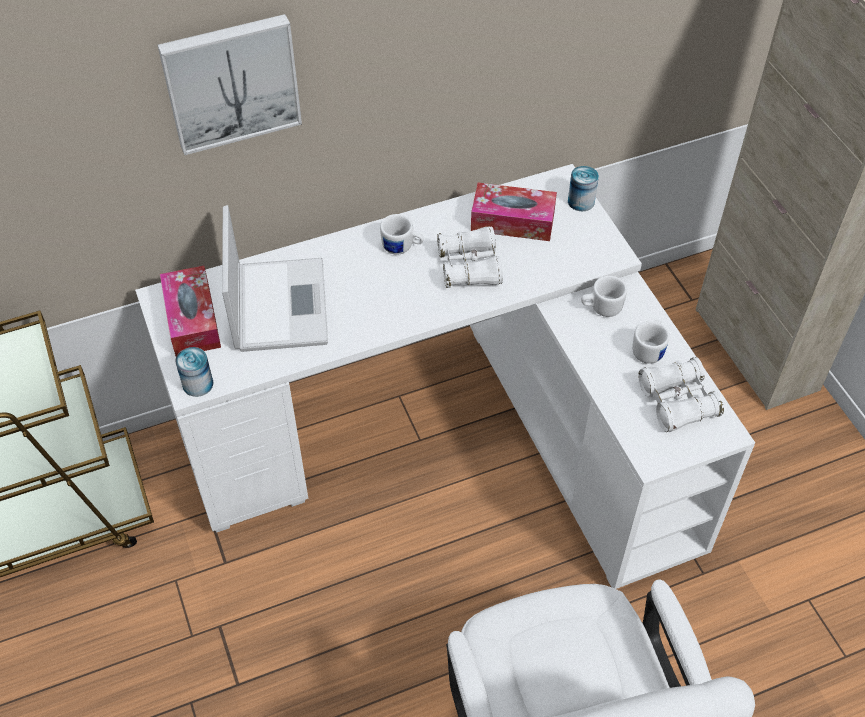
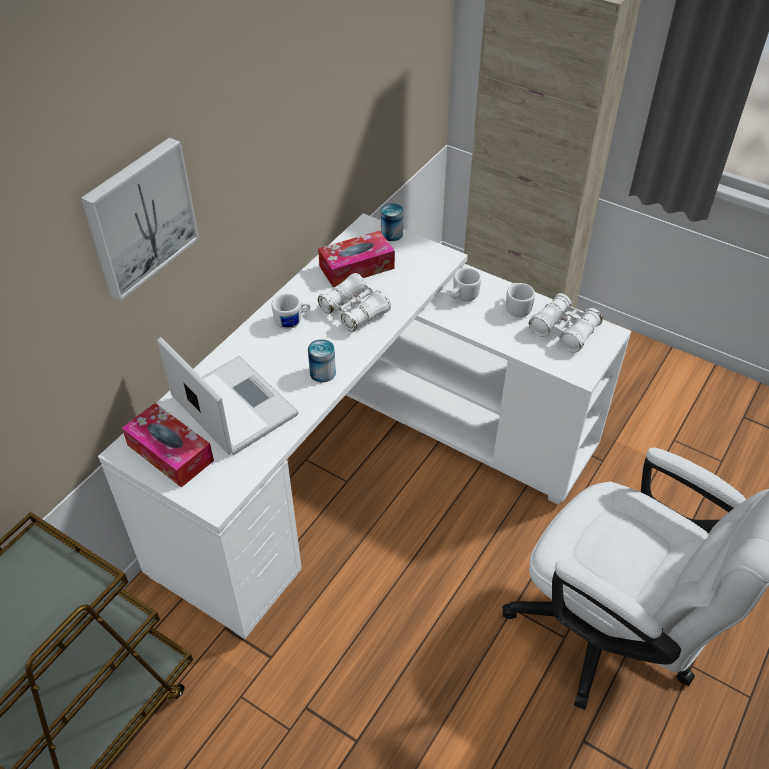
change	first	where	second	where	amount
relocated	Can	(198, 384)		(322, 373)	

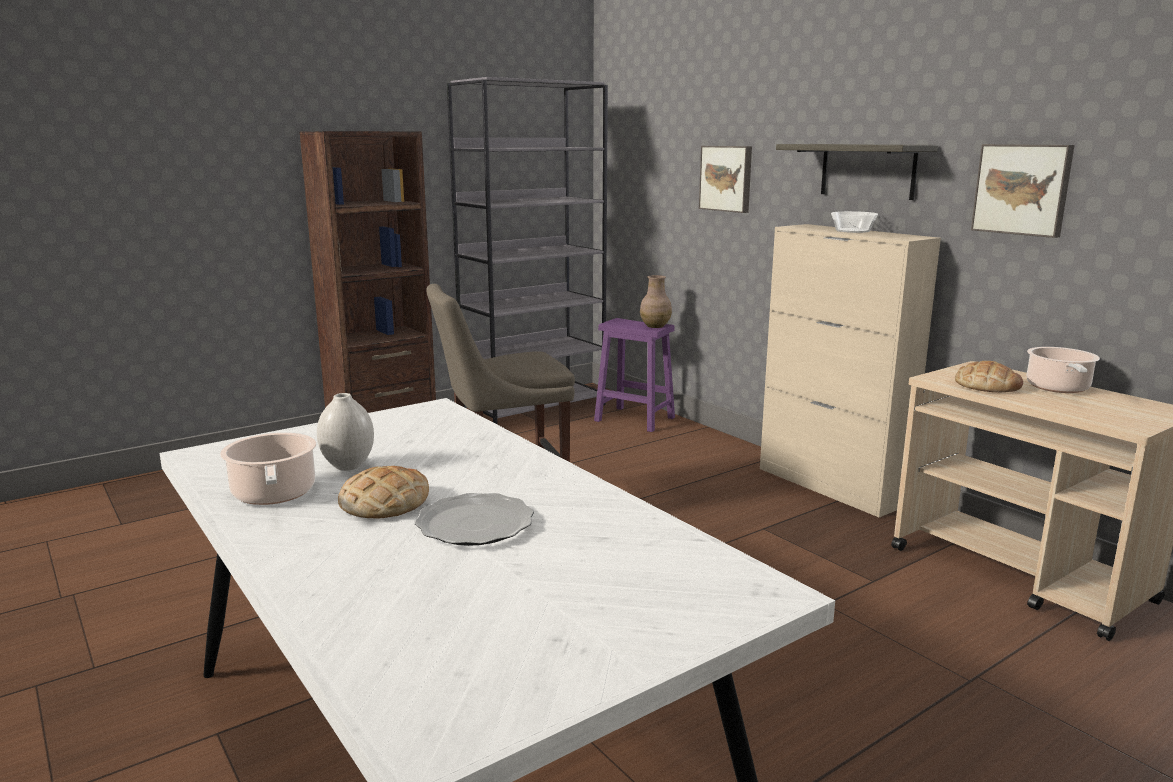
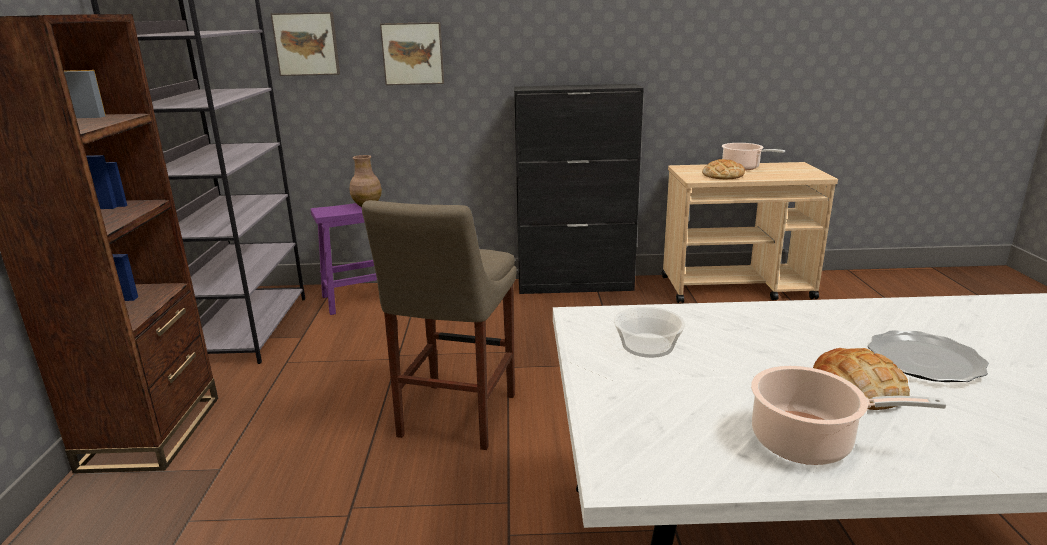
change	first	where	second	where	amount
missing	WhiteVase	(347, 466)			
colour	BeigeCabinet	(831, 486)	BlackCabinet	(576, 285)	
missing	Shelf	(868, 170)			
relocated	Bowl	(853, 230)		(647, 345)	
relocated	Picture	(1022, 189)		(307, 44)	

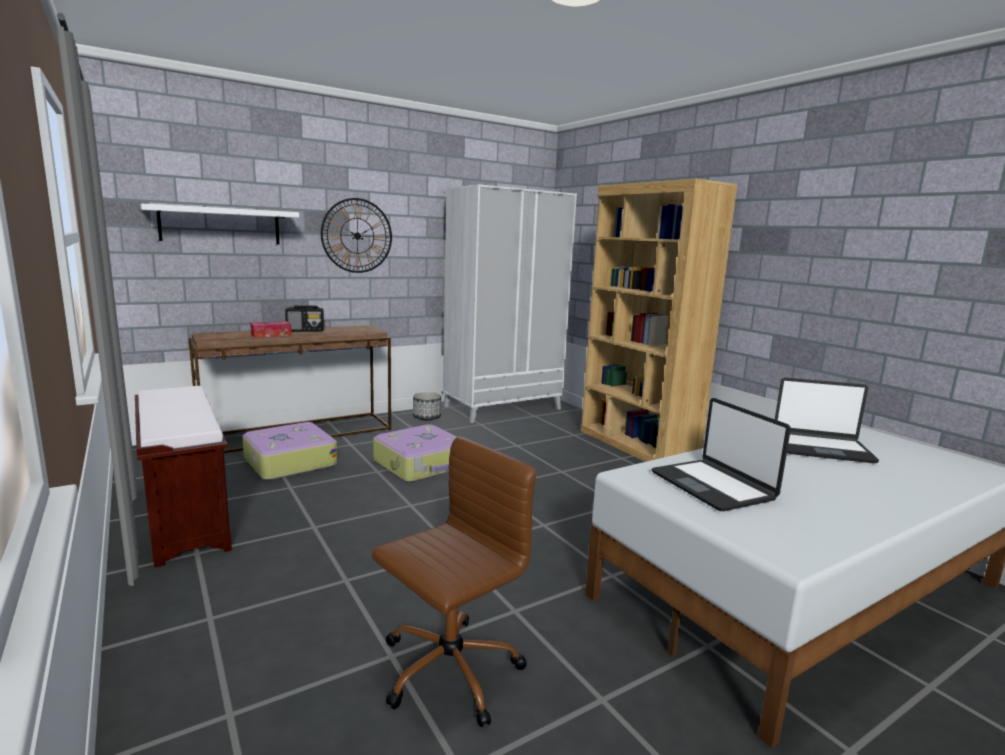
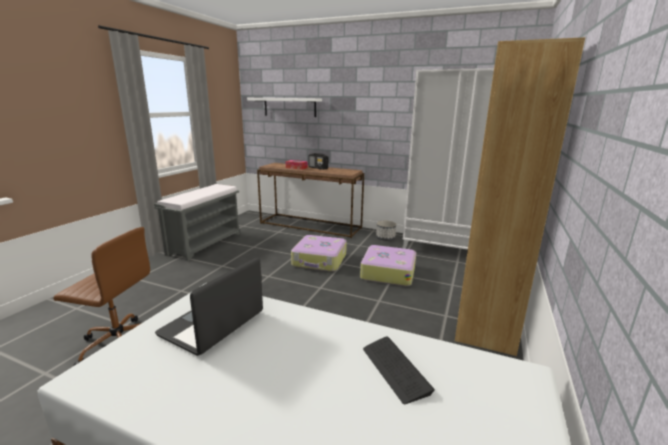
change	first	where	second	where	amount
colour	BrownBench	(185, 518)	GreyBench	(205, 243)	
relocated	Suitcase	(289, 462)		(388, 272)	
missing	WallClock	(357, 235)			
exchanged	Laptop	(821, 448)	Keyboard	(395, 369)	

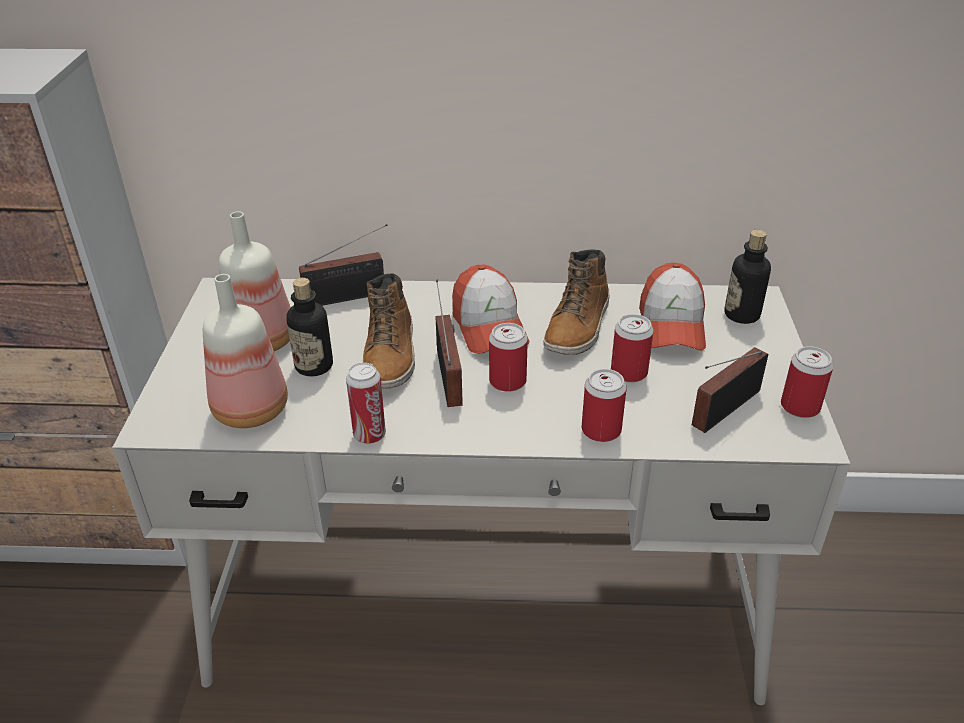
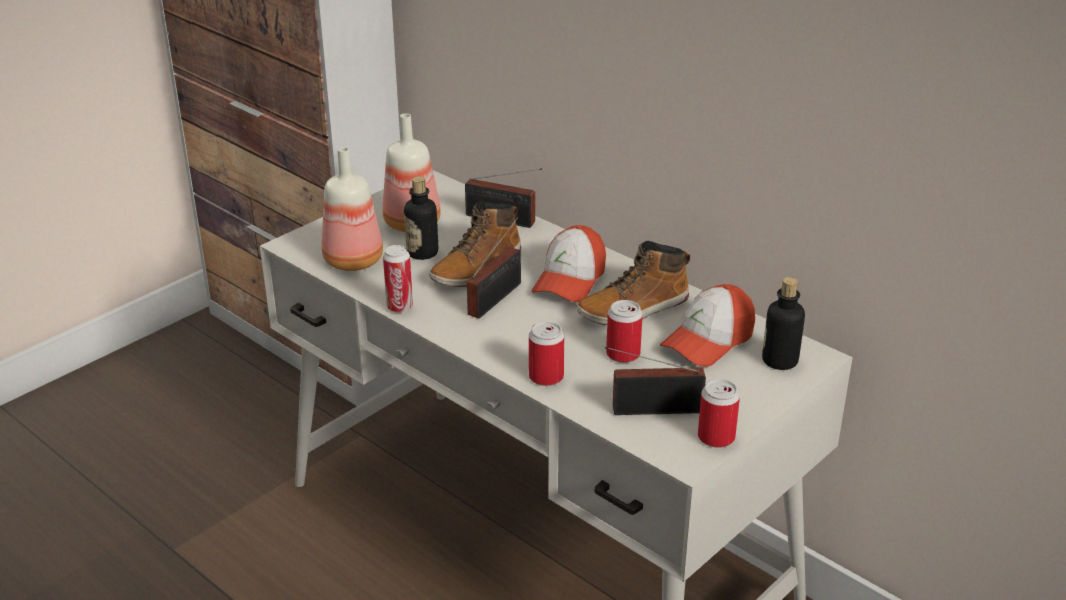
change	first	where	second	where	amount
missing	Can	(507, 381)			

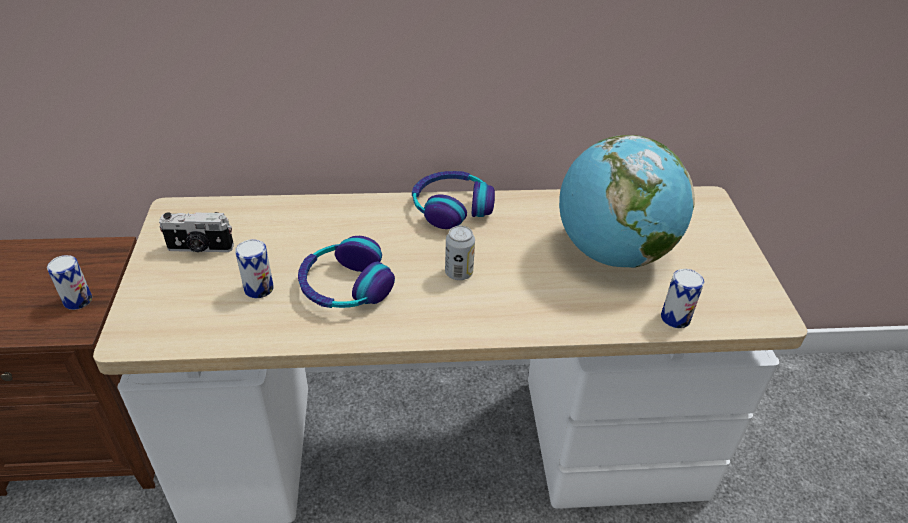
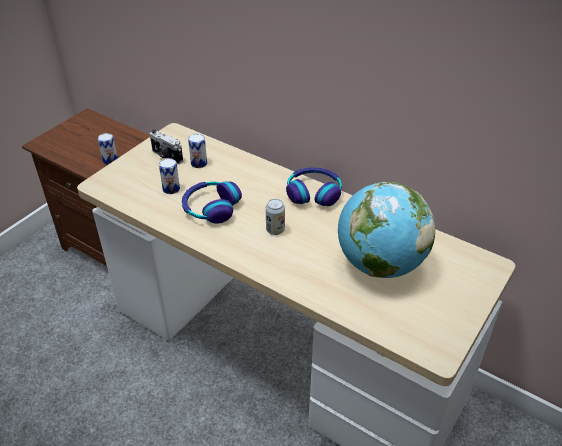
change	first	where	second	where	amount
relocated	Can	(675, 318)		(199, 163)	

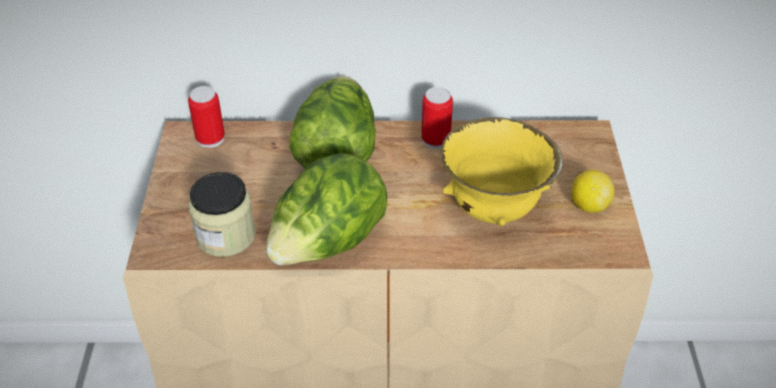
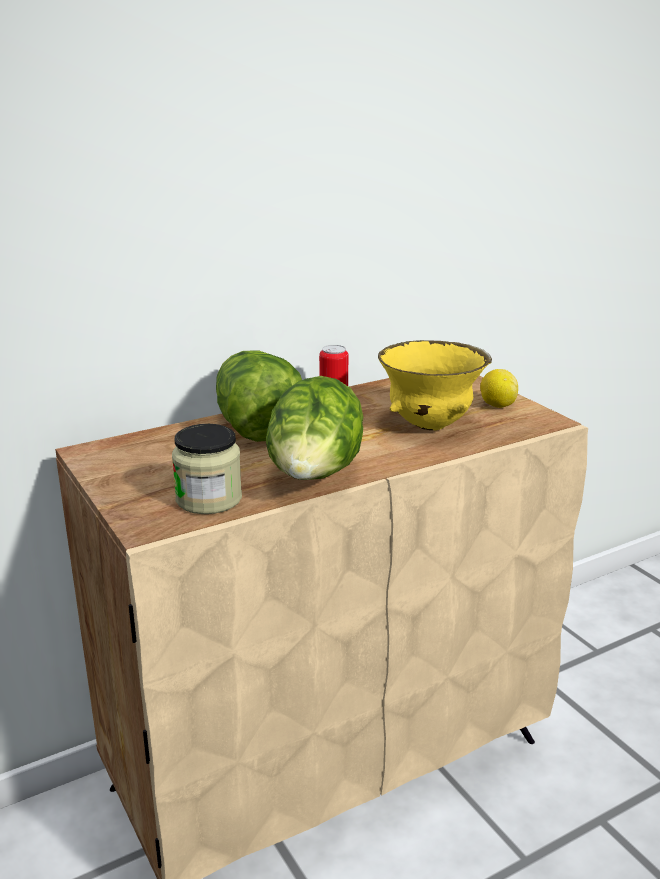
change	first	where	second	where	amount
missing	Can	(210, 139)			

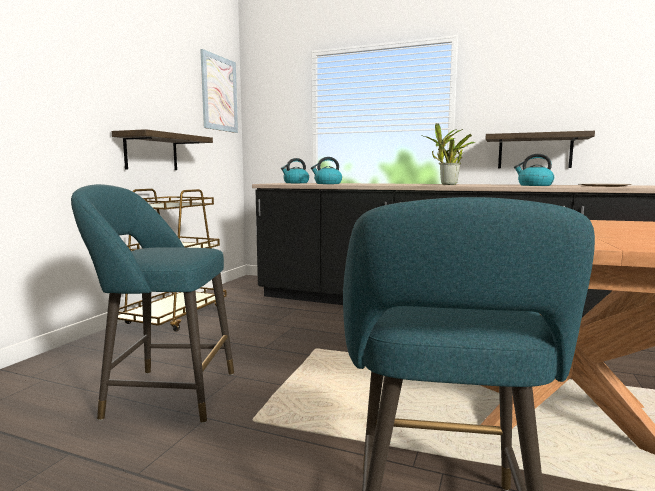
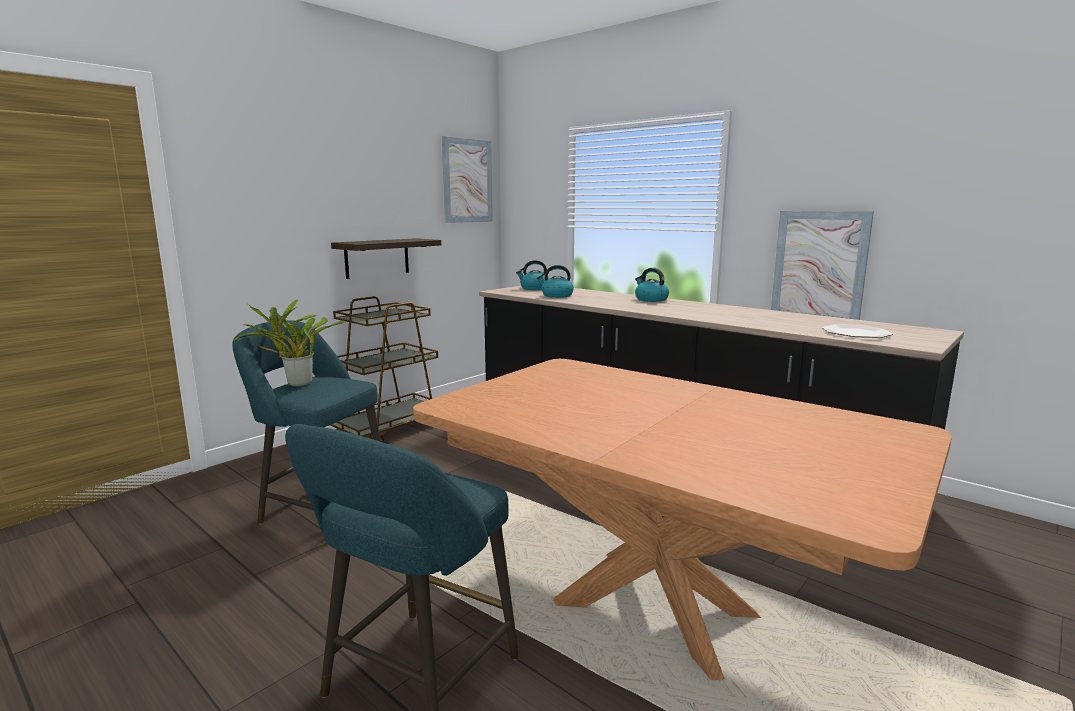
change	first	where	second	where	amount
relocated	PottedPlant	(447, 184)		(296, 384)	
exchanged	Shelf	(534, 151)	Picture	(819, 267)	
relocated	Kettle	(534, 185)		(650, 299)	

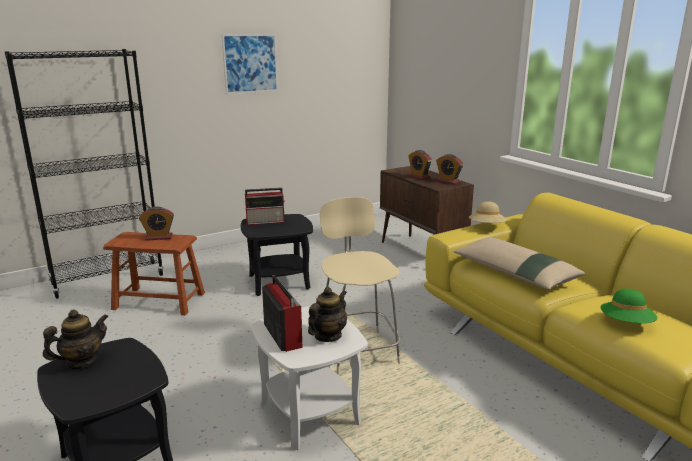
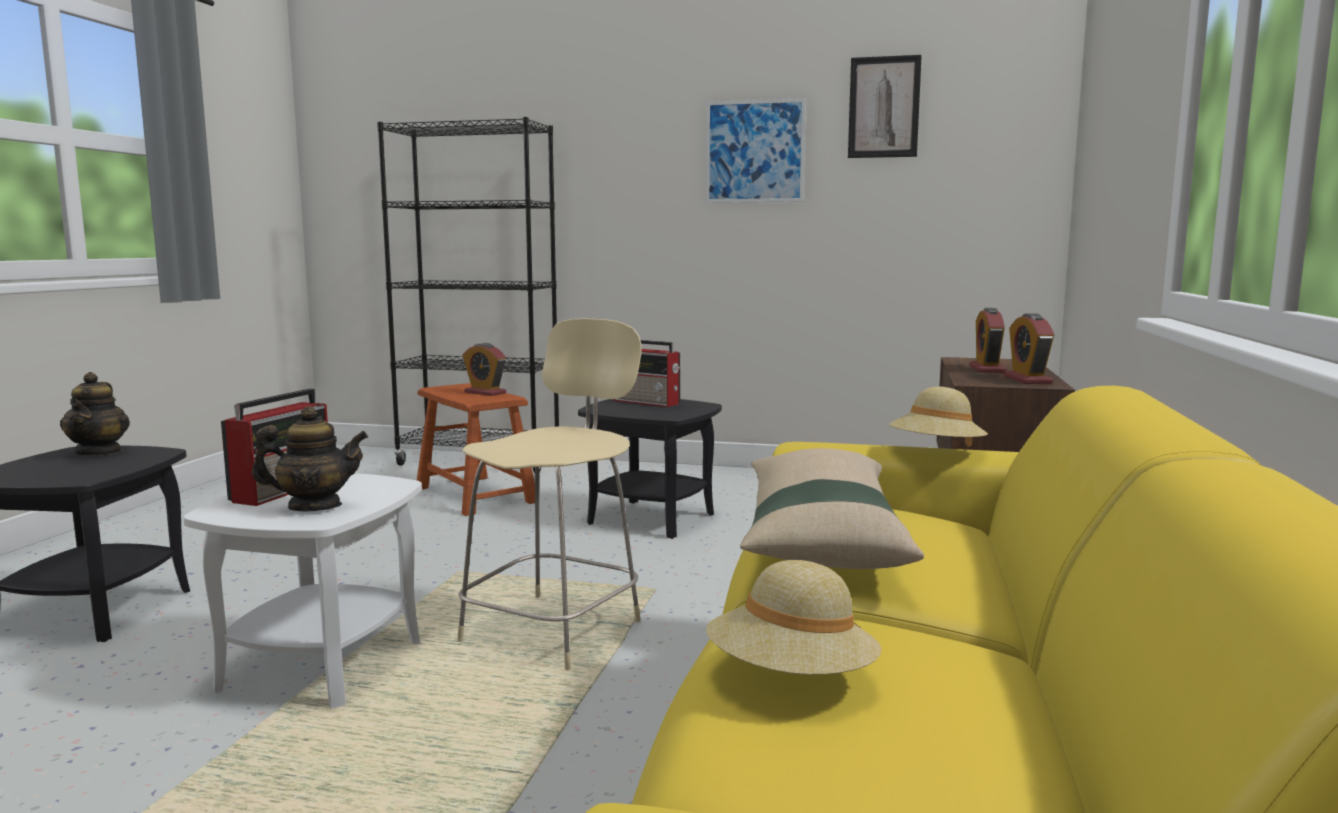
change	first	where	second	where	amount
spun	Teapot	(81, 362)		(99, 452)	75 degrees clockwise
colour	GreenHat	(626, 324)	BeigeHat	(792, 679)	
appeared			Picture	(884, 107)	

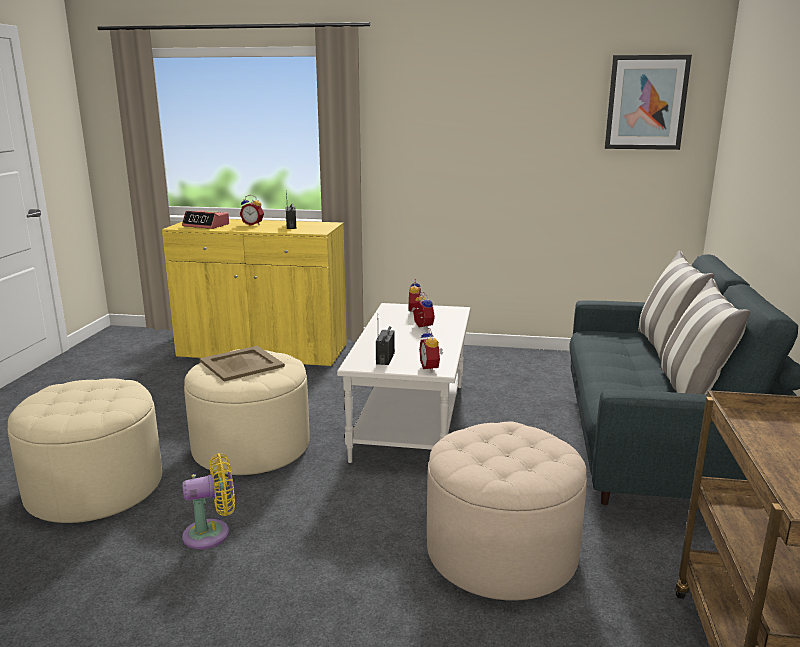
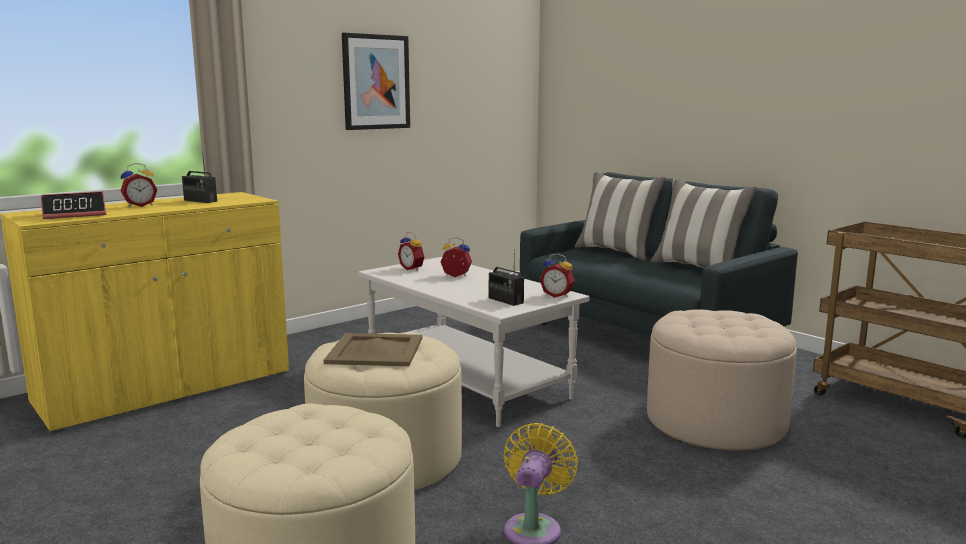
change	first	where	second	where	amount
relocated	Picture	(646, 103)		(376, 82)	

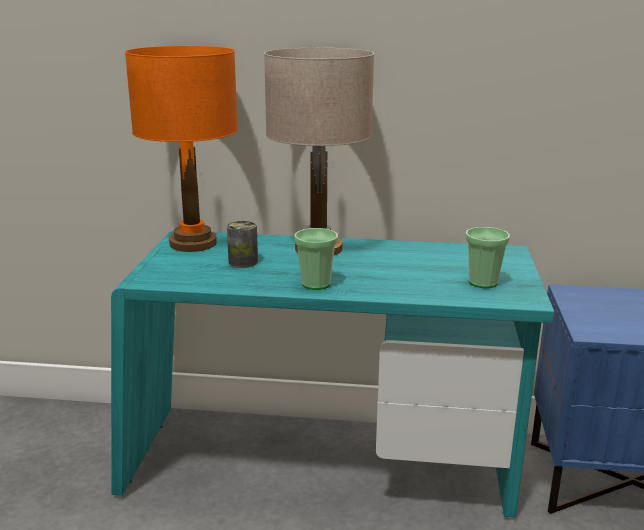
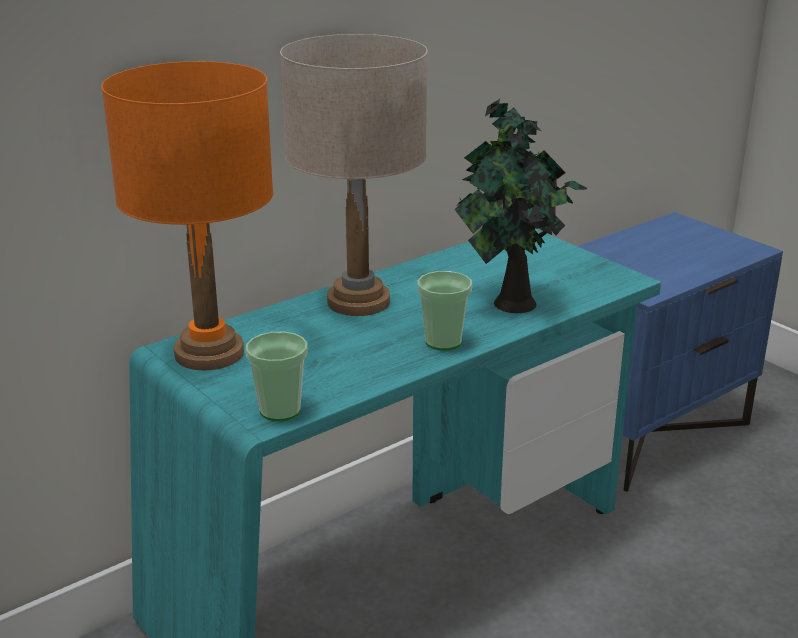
change	first	where	second	where	amount
missing	Can	(243, 262)			
relocated	Cup	(483, 282)		(280, 410)	
appeared			PottedPlant	(510, 304)	

